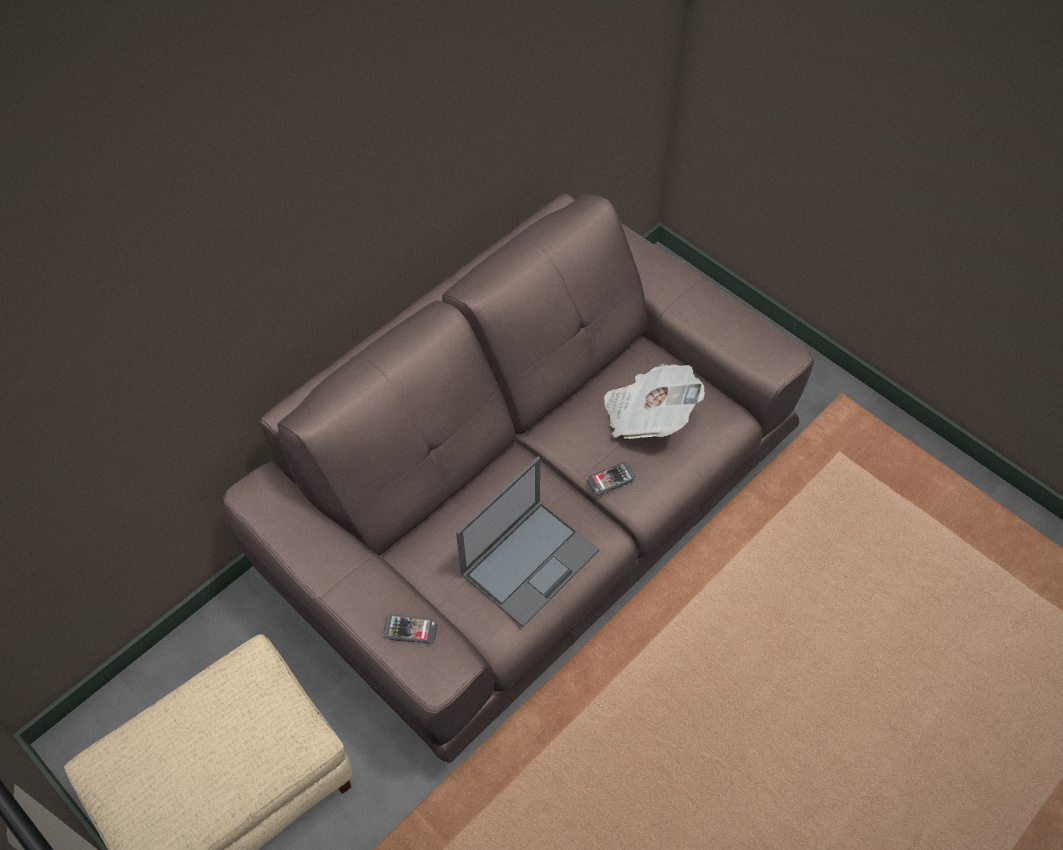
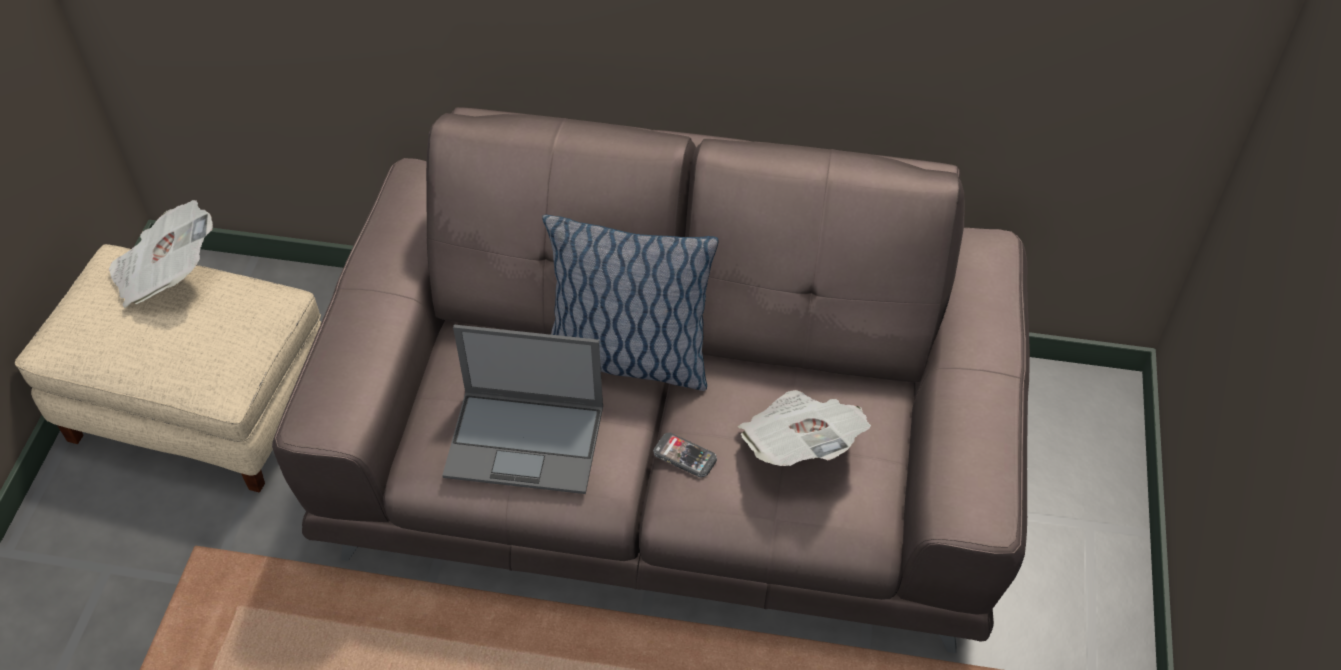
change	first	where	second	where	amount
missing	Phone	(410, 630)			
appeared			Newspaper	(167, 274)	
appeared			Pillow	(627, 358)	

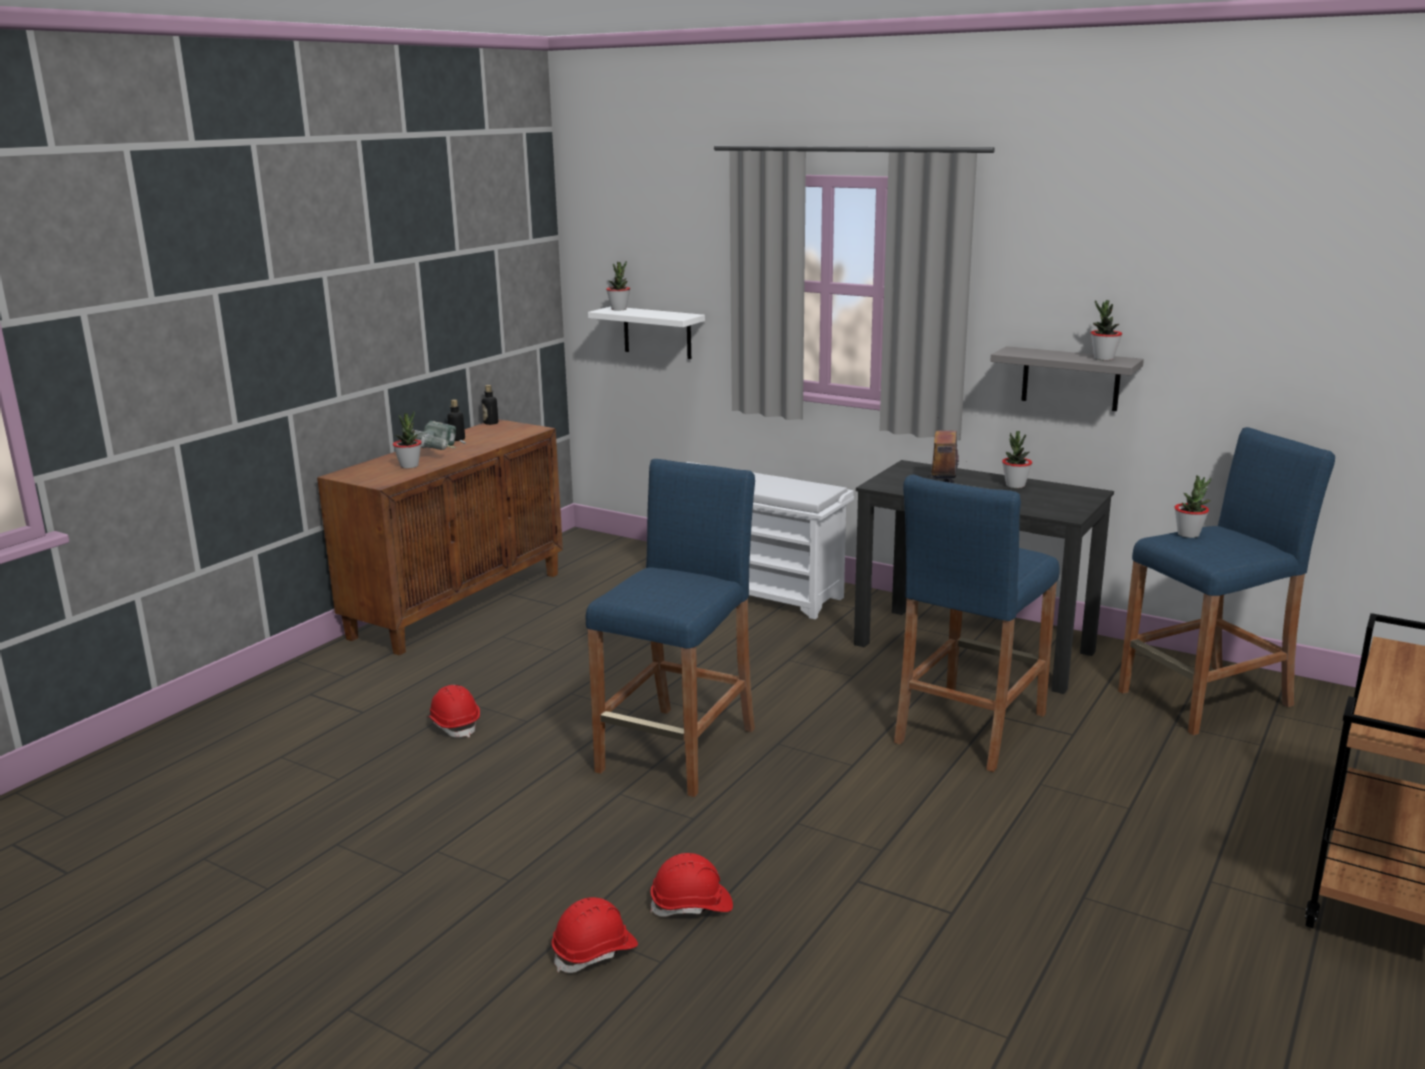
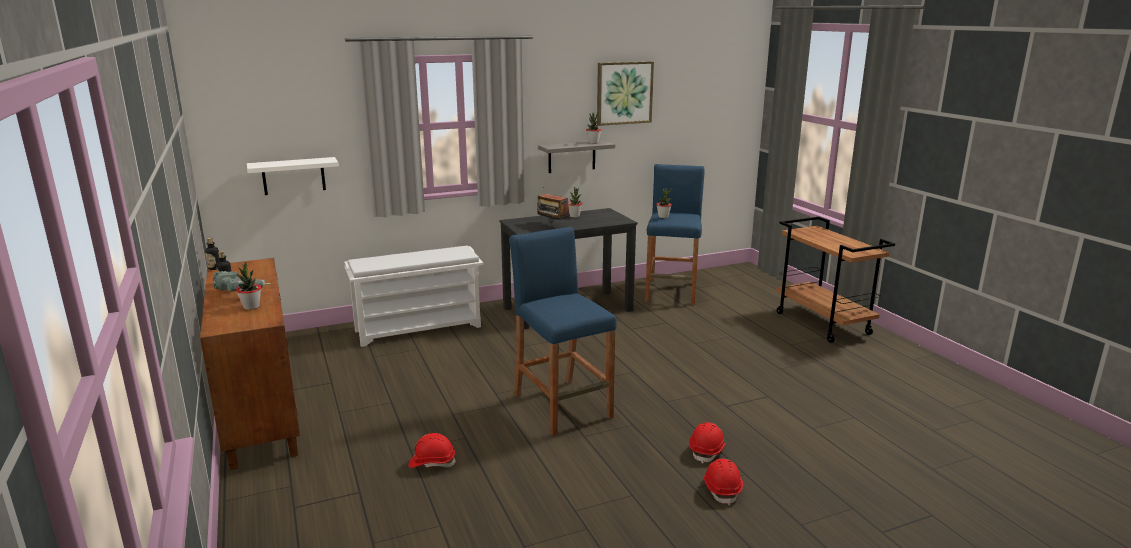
change	first	where	second	where	amount
missing	PottedPlant	(619, 309)			
missing	BlueStool	(970, 727)			
appeared			Picture	(624, 93)	

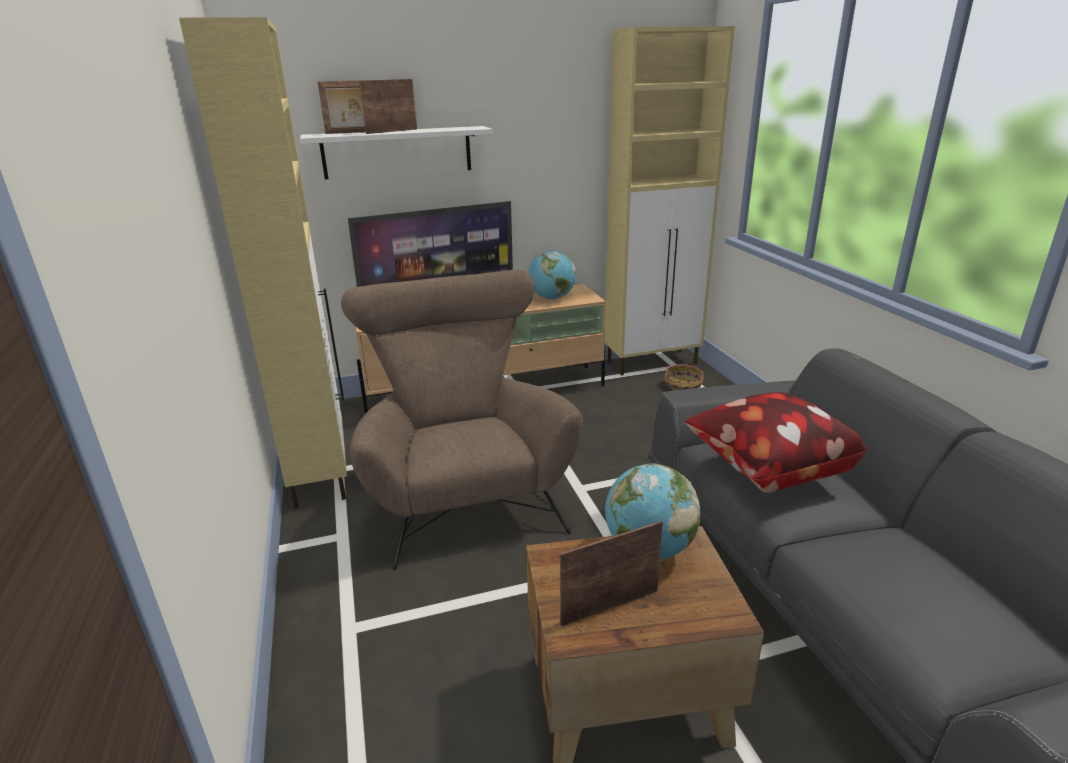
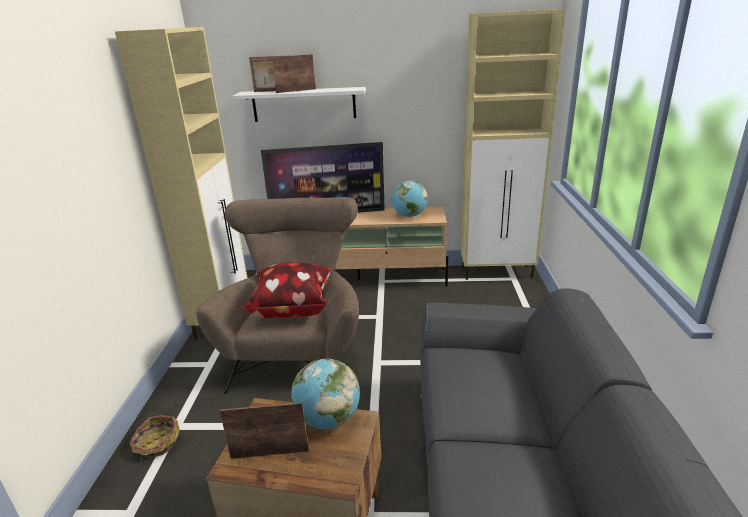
change	first	where	second	where	amount
relocated	Basket	(683, 386)		(157, 444)	
relocated	Pillow	(766, 468)		(292, 307)	

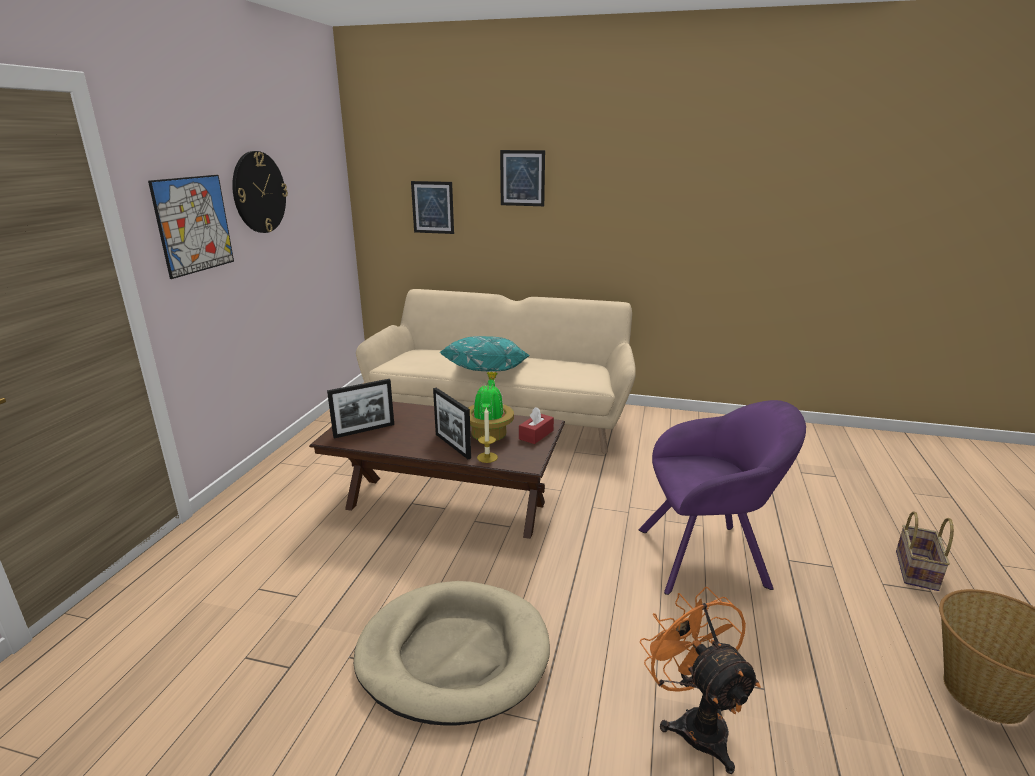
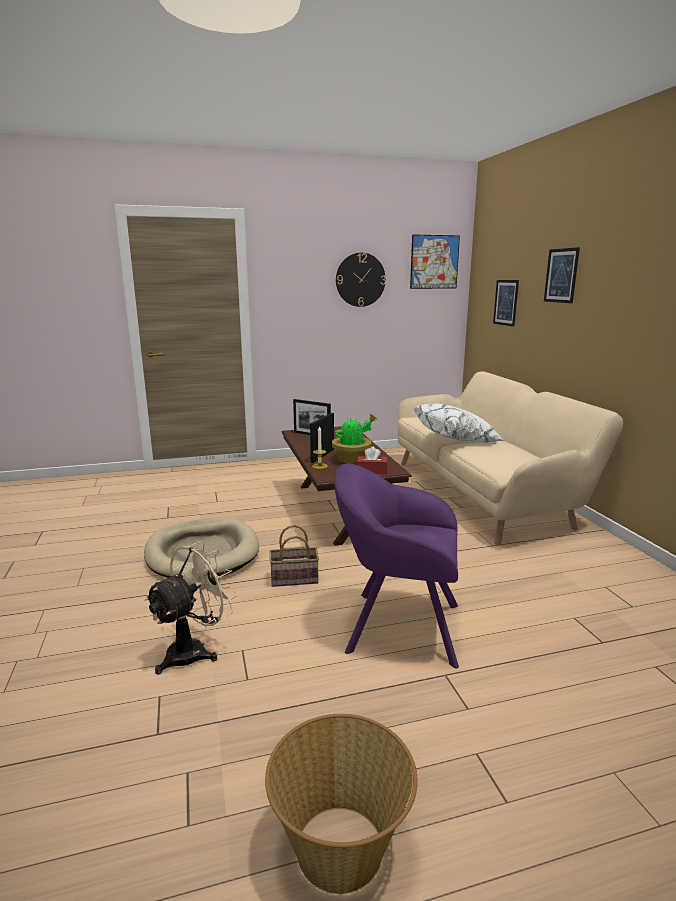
change	first	where	second	where	amount
relocated	Picture	(194, 224)		(434, 262)	
colour	TurquoisePillow	(488, 371)	WhitePillow	(456, 439)	
spun	PurpleArmchair	(709, 557)		(397, 626)	135 degrees clockwise
colour	OrangeFan	(695, 722)	BeigeFan	(194, 650)	
relocated	Basket	(918, 571)		(293, 579)	

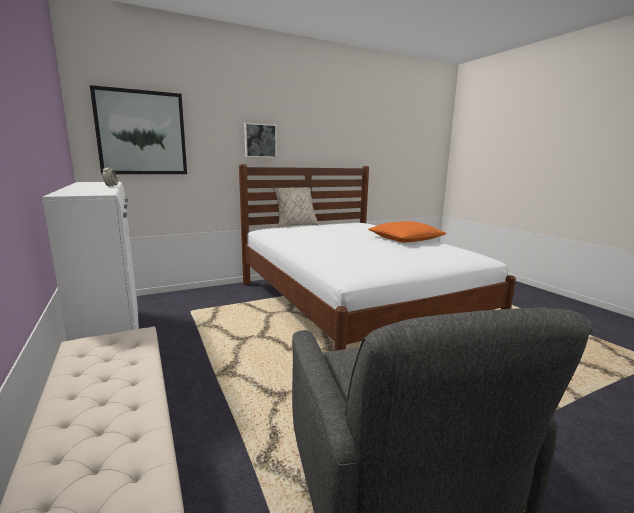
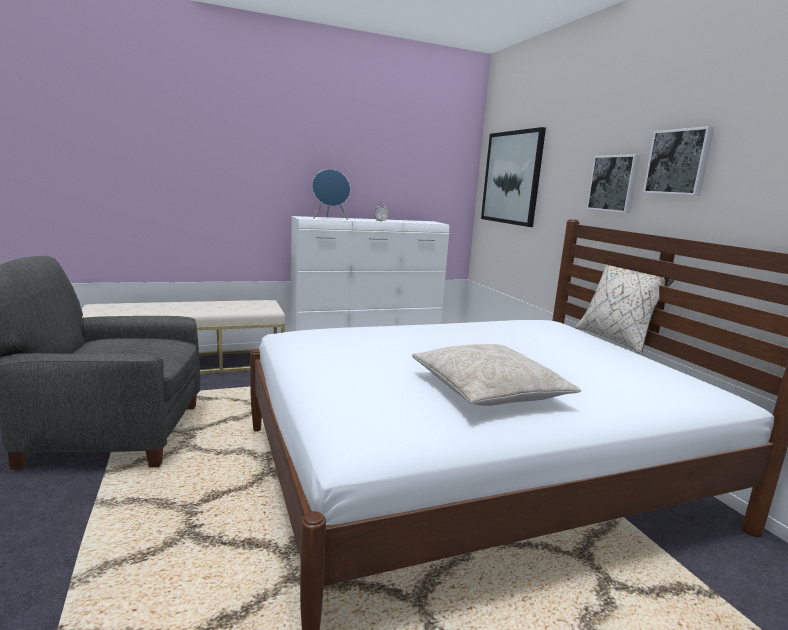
change	first	where	second	where	amount
colour	OrangePillow	(405, 239)	BeigePillow	(488, 390)	
appeared			BlueSpeaker	(330, 218)	
appeared			Picture	(678, 162)	

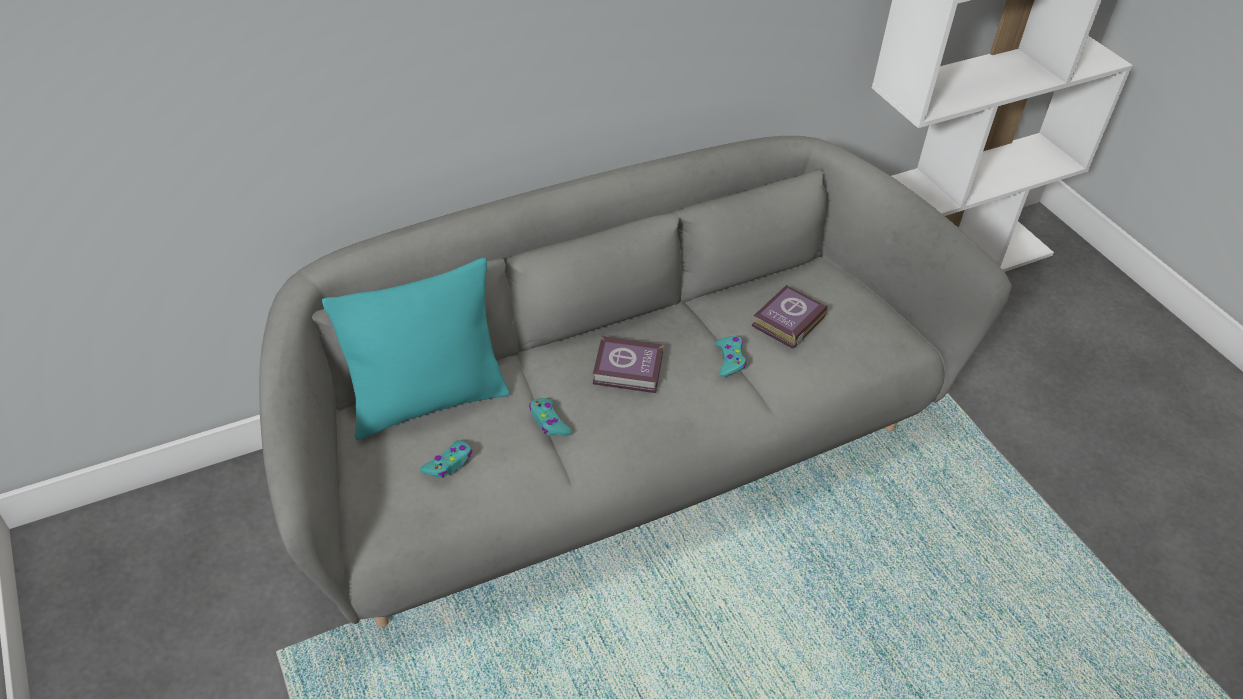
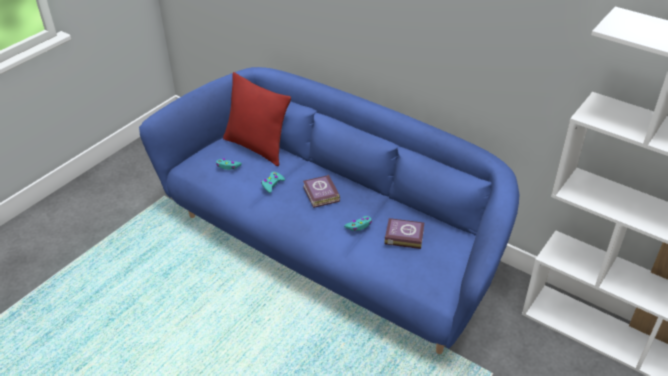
change	first	where	second	where	amount
colour	GreySofa	(617, 450)	BlueSofa	(333, 248)	
colour	TurquoisePillow	(428, 402)	RedPillow	(257, 147)	

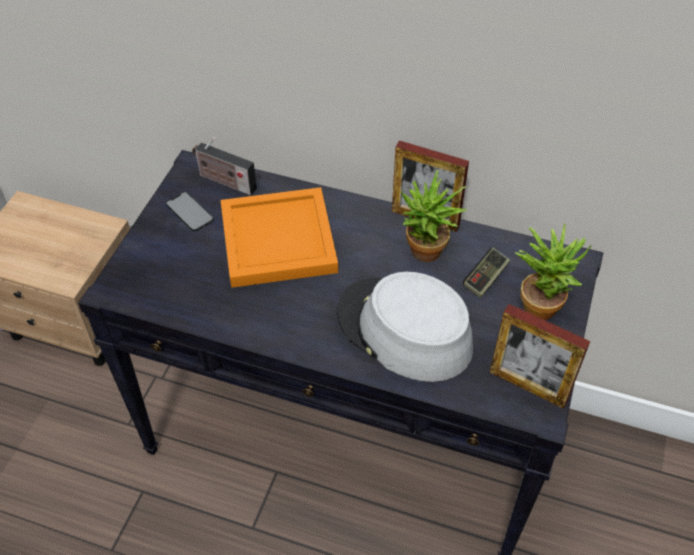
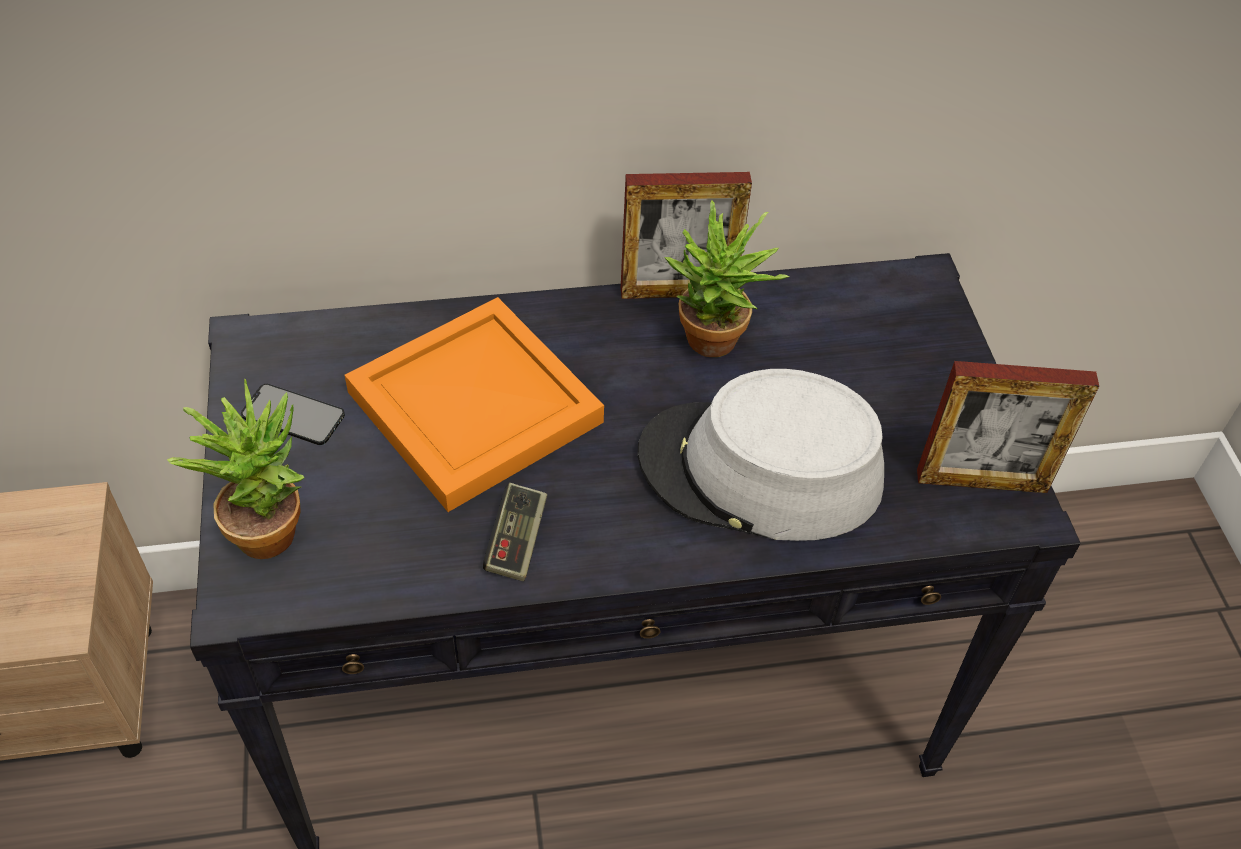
change	first	where	second	where	amount
missing	Radio	(224, 182)			
relocated	GameController	(485, 278)		(516, 541)	
relocated	PottedPlant	(541, 303)		(267, 525)	

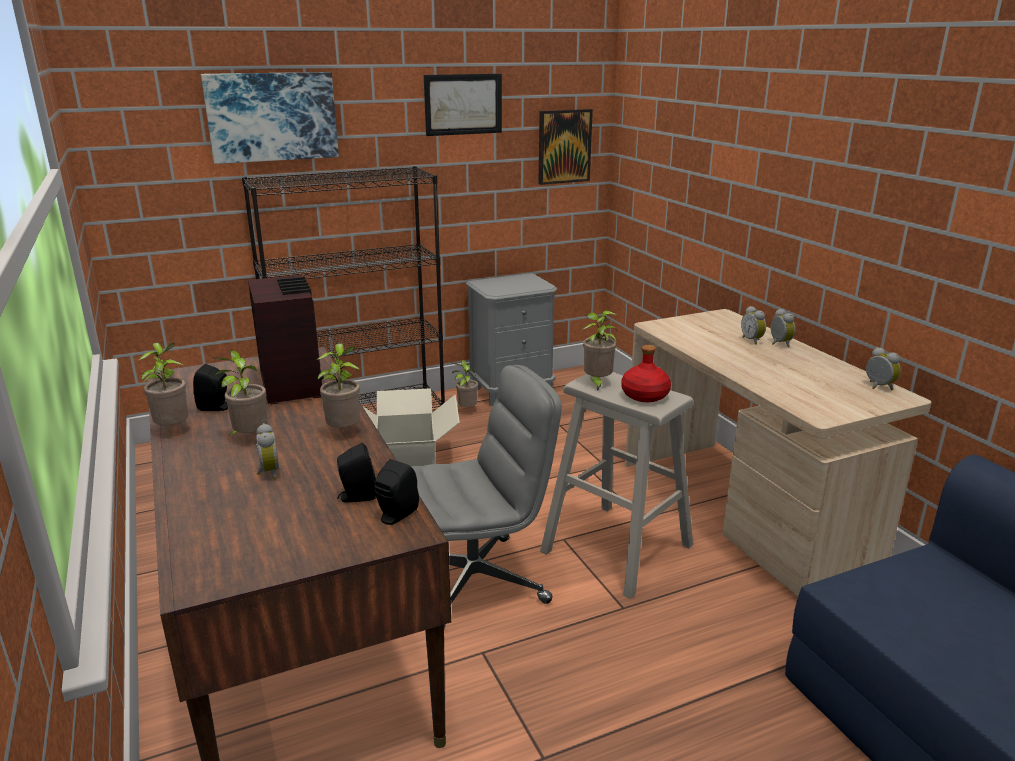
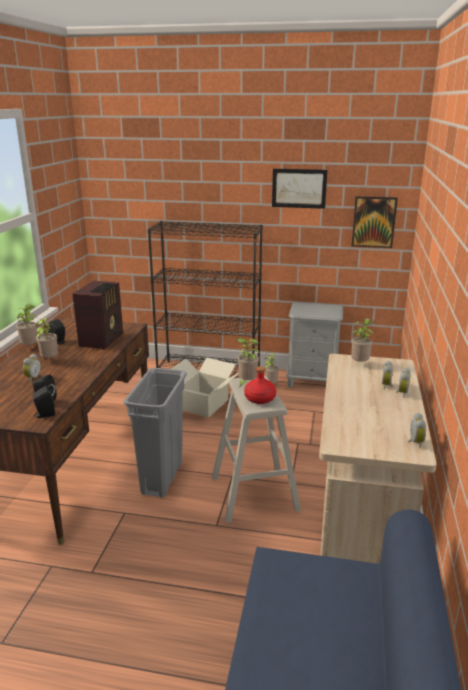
change	first	where	second	where	amount
missing	Picture	(272, 117)			
relocated	PottedPlant	(344, 432)		(360, 364)	
exchanged	GreyOfficeChair	(475, 581)	GreyTrashCan	(162, 478)	

